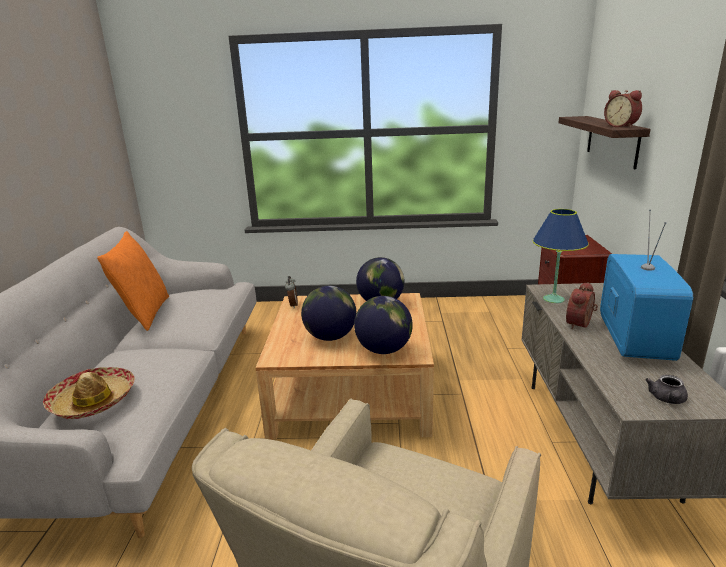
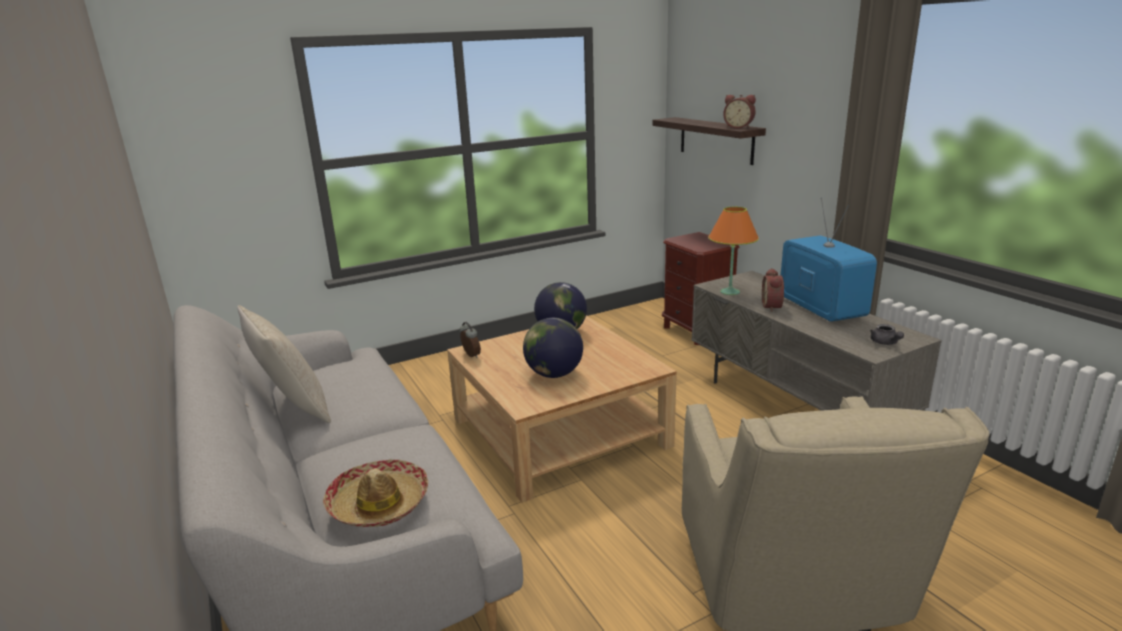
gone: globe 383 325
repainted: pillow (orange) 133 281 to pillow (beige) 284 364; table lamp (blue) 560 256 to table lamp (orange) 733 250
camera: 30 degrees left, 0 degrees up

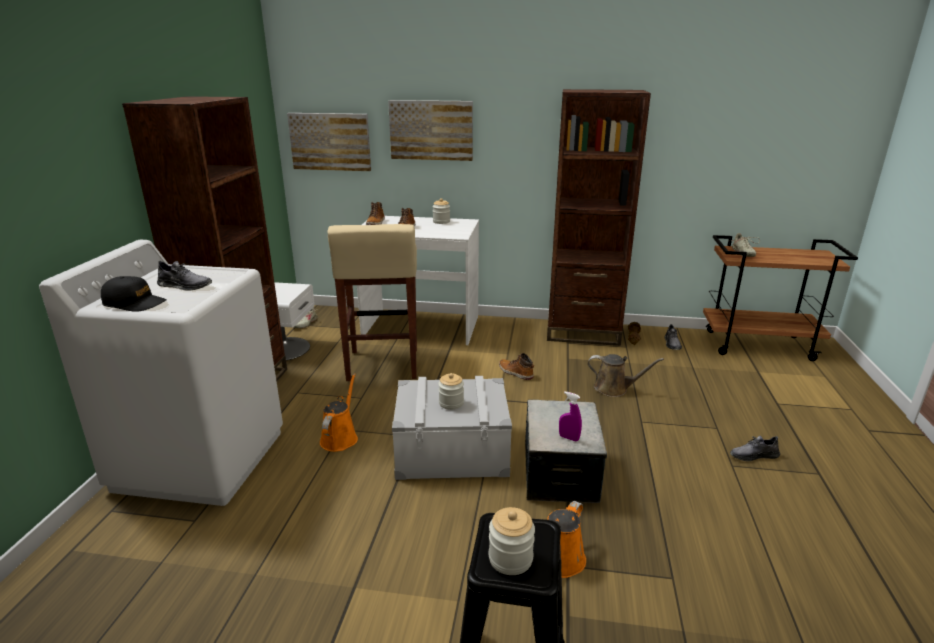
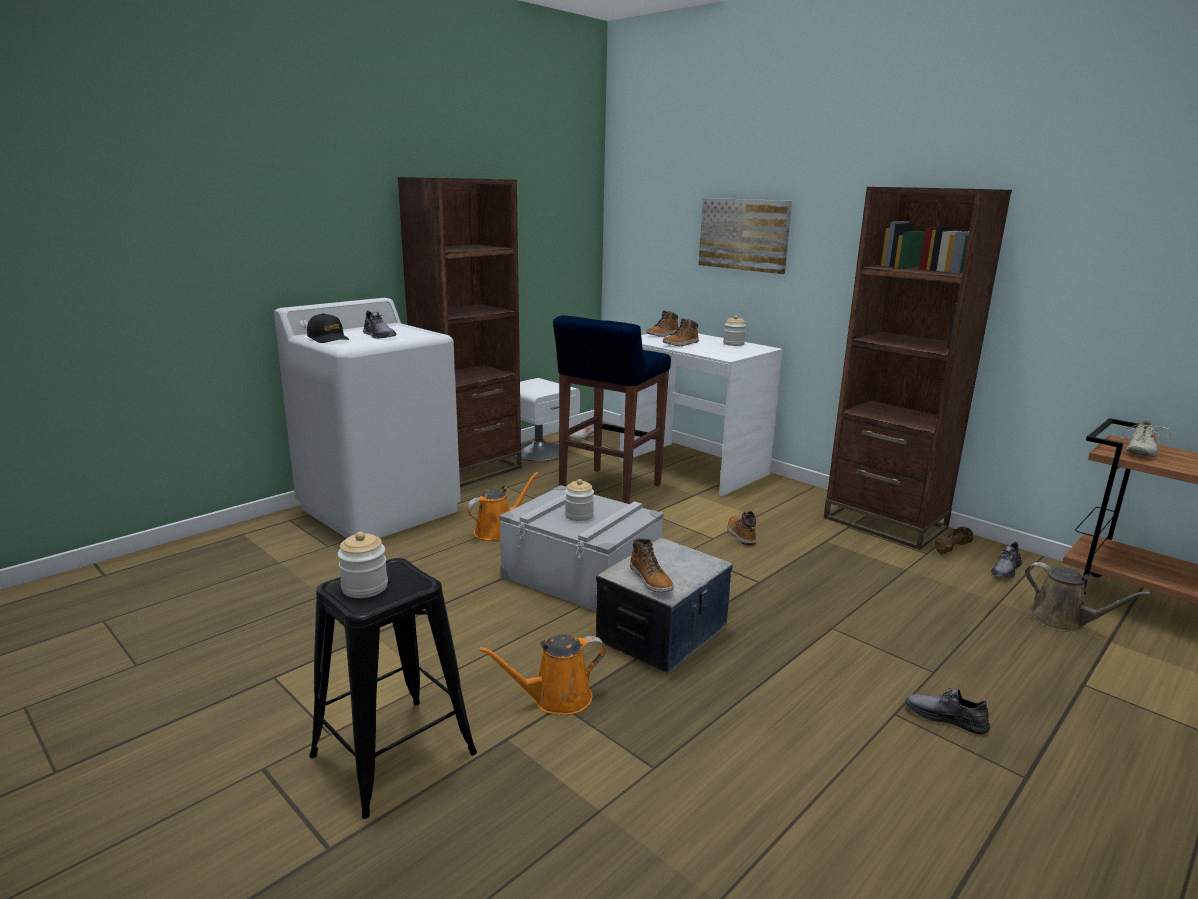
gone: picture 329 142
shifted: watering can (brown) 626 375 to 1088 597
swapped: spray bottle (purple) 570 416 to boot 652 565
repainted: stool (beige) 372 302 to stool (blue) 612 409
camera: 35 degrees right, 5 degrees down

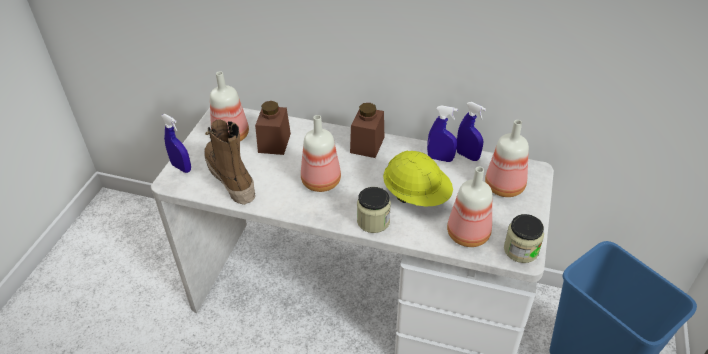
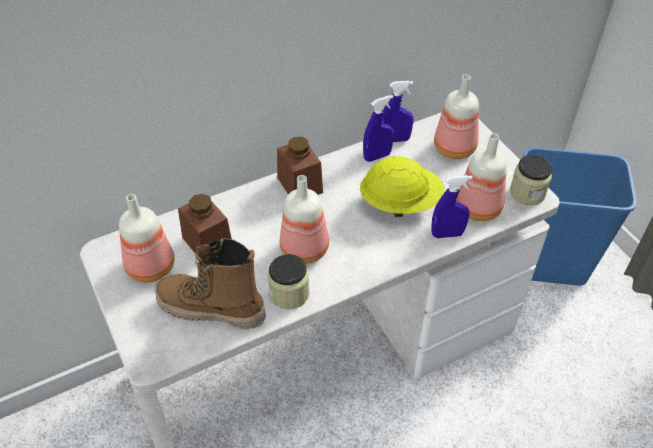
shifted: spray bottle (blue) 176 143 to 452 206; jar 374 210 to 288 282
camera: 45 degrees left, 5 degrees up

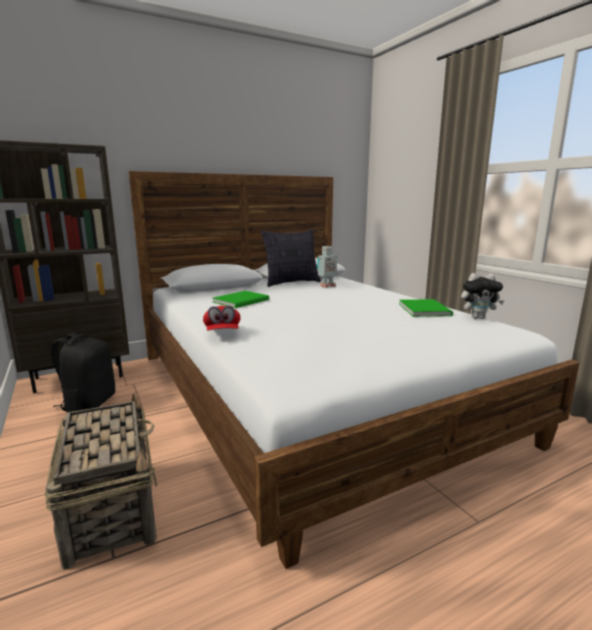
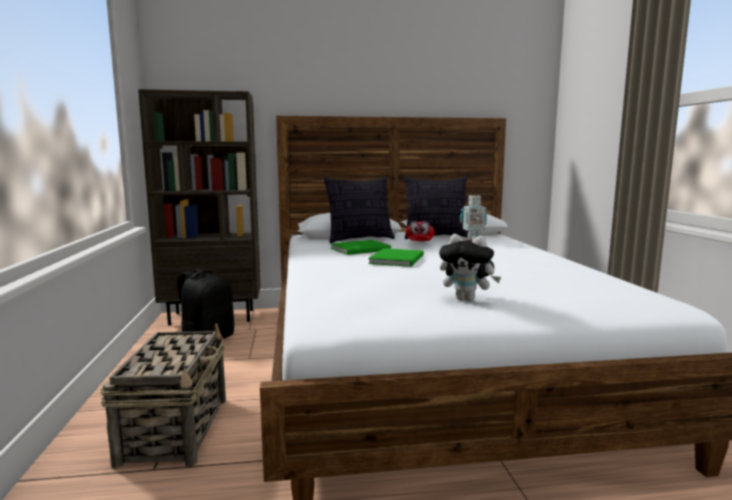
new: pillow 359 210
shifted: cap (red) 221 318 to 420 231; book (green) 426 308 to 396 257; plush toy 482 296 to 470 267
camera: 20 degrees right, 5 degrees down

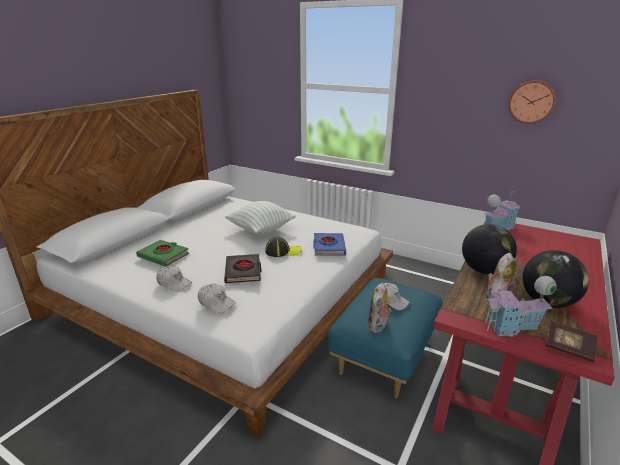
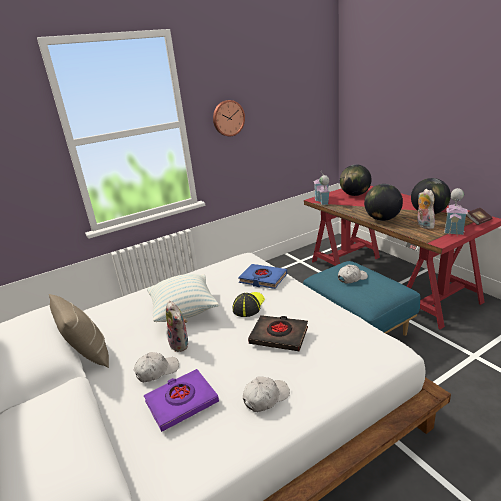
new: pillow (beige) 79 331; globe 356 180
shifted: cap (white) 217 298 to 156 367; plush toy 379 307 to 177 326; wall clock 532 102 to 229 118
repainted: book (green) 162 253 to book (purple) 181 400
camera: 60 degrees left, 0 degrees up

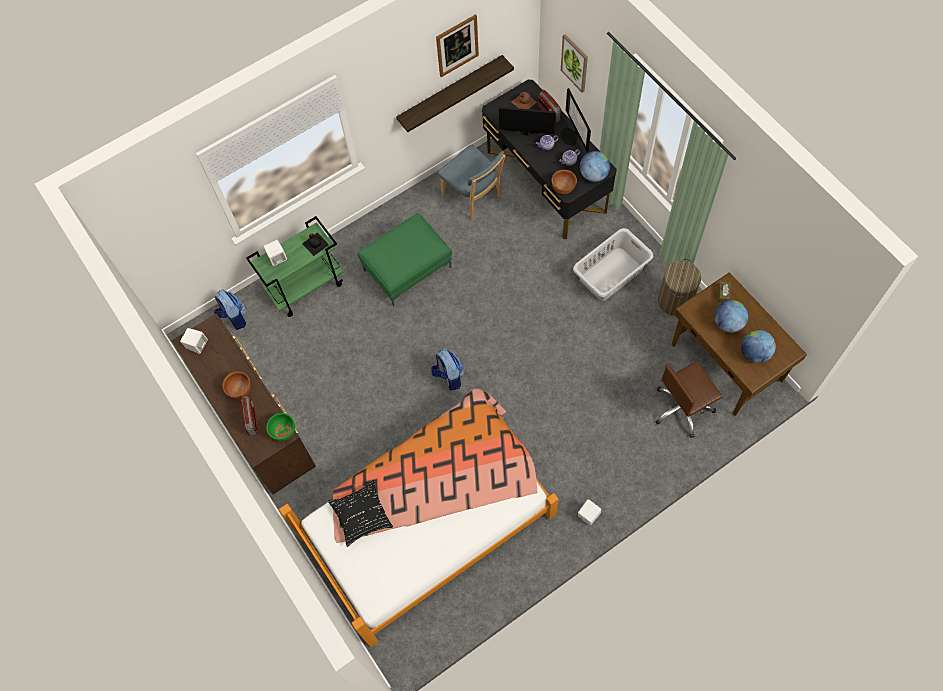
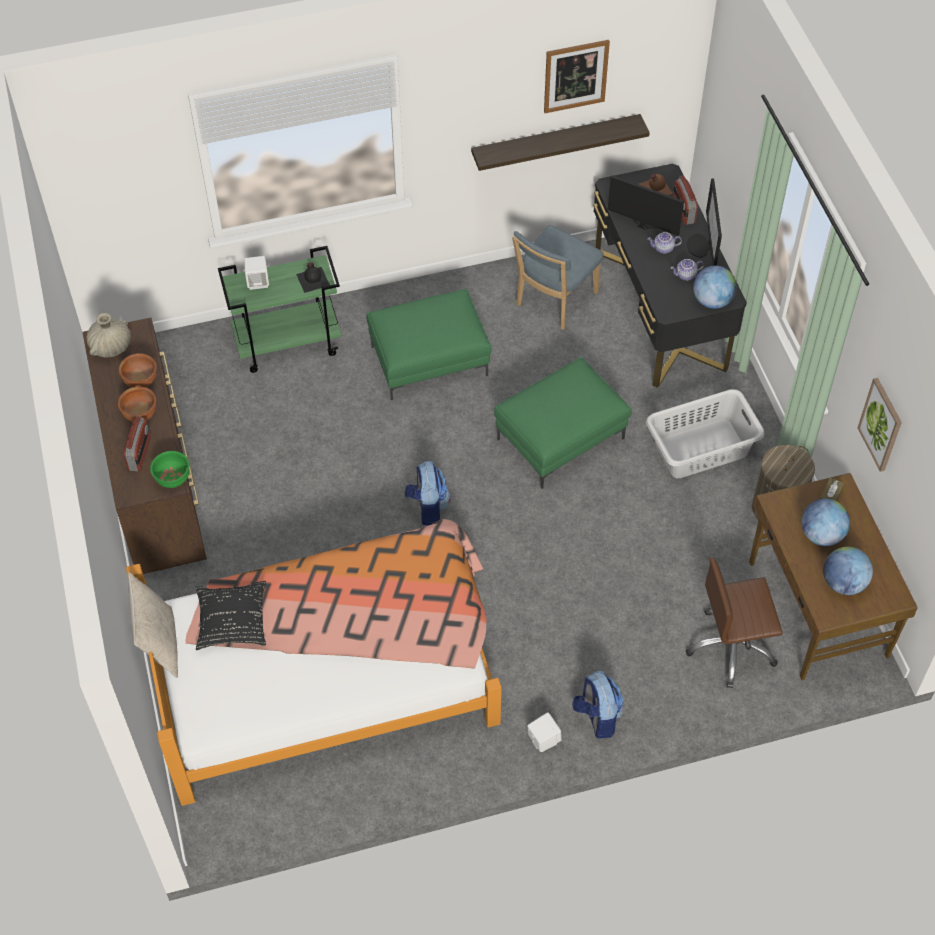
new: pillow (beige) 153 625; ottoman (green) 563 423
shifted: backpack 230 309 to 598 704; bowl (brown) 564 182 to 137 370; picture 574 63 to 880 425
swapped: speaker (white) 194 341 to vase (beige) 108 335
rotated: chair (blue) 472 182 = 558 277 60 degrees clockwise
camera: 15 degrees right, 10 degrees down

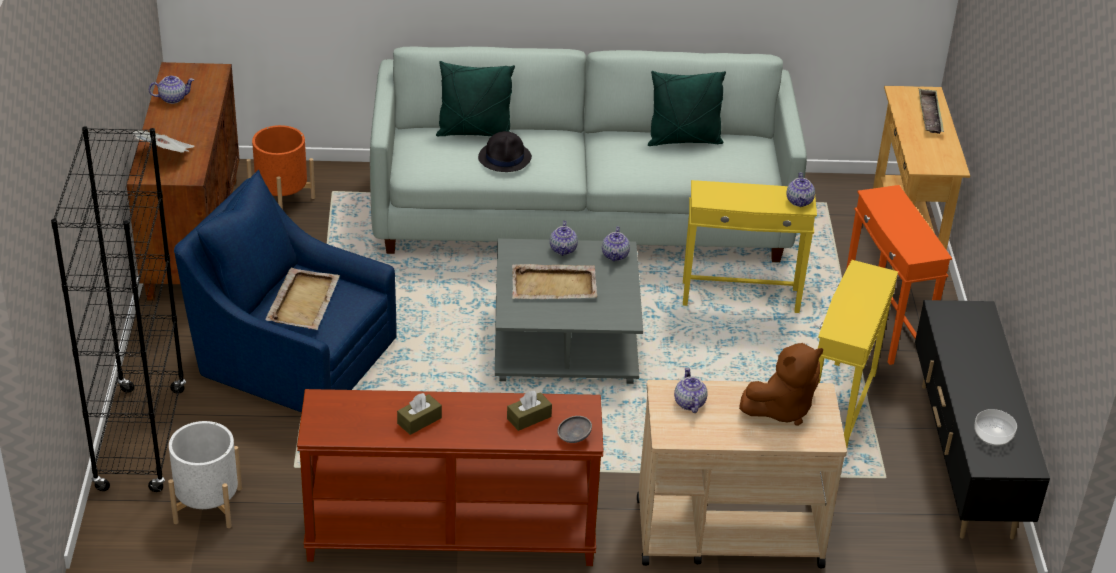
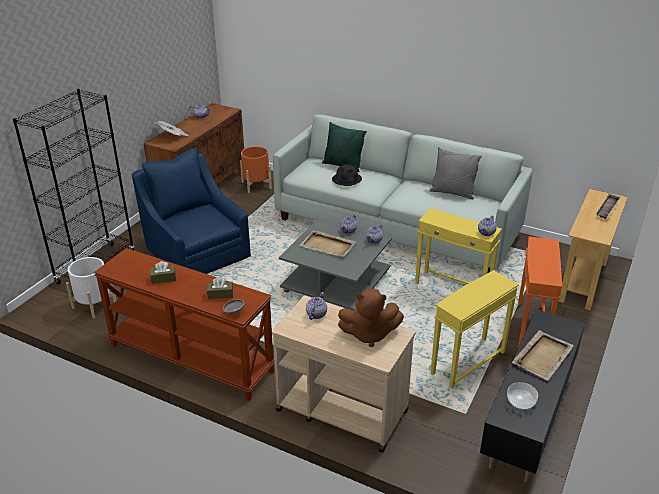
shifted: tray (beige) 302 299 to 543 355
repainted: pillow (green) 687 108 to pillow (grey) 455 173
camera: 30 degrees right, 5 degrees down

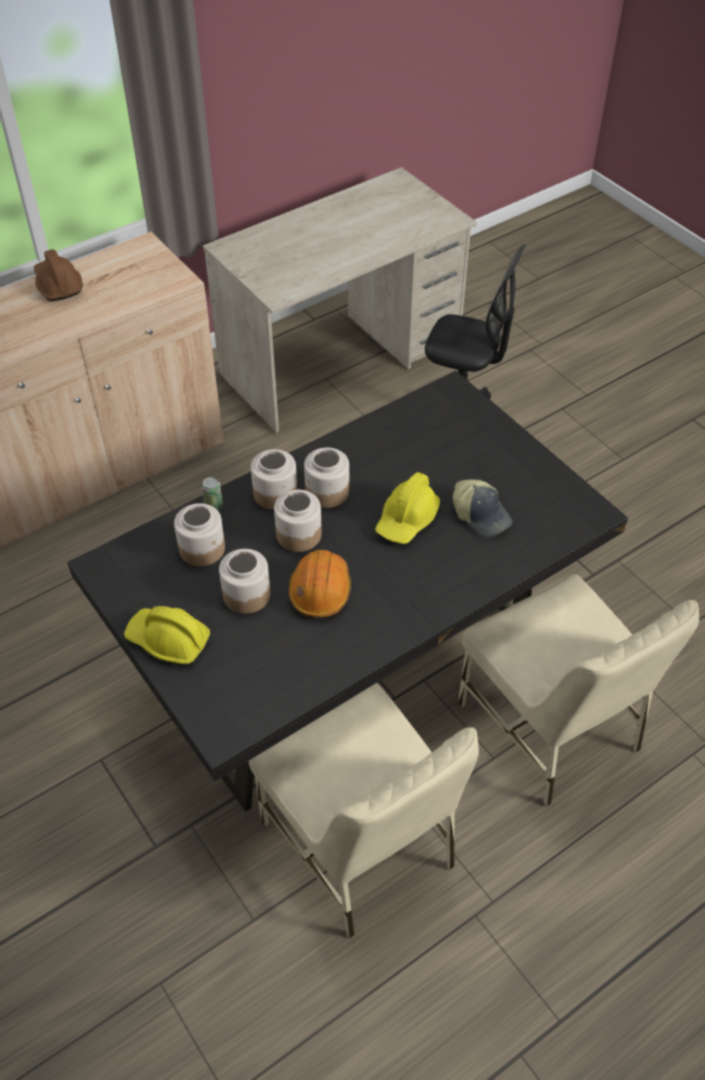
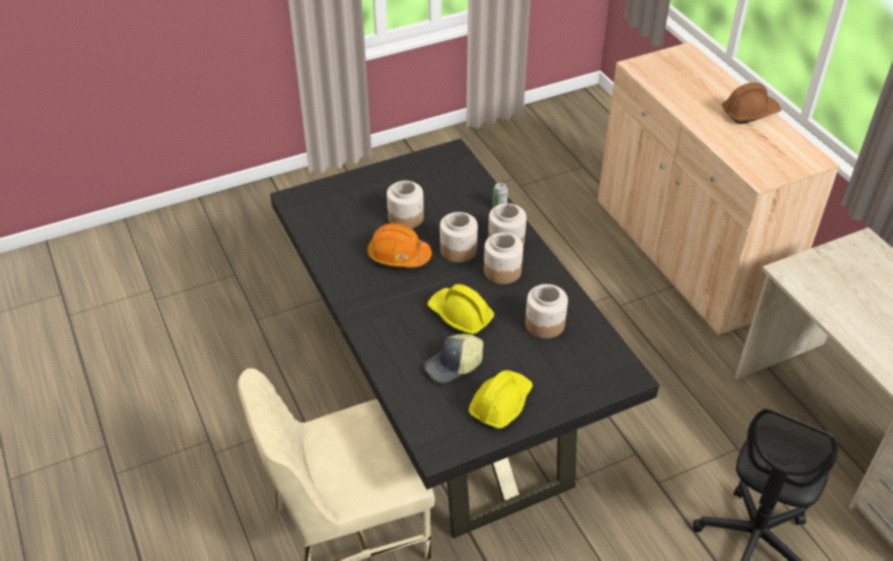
gone: chair (beige) 364 811
shifted: hard hat (yellow) 167 635 to 501 399; jar 199 534 to 546 311
camera: 100 degrees right, 5 degrees down

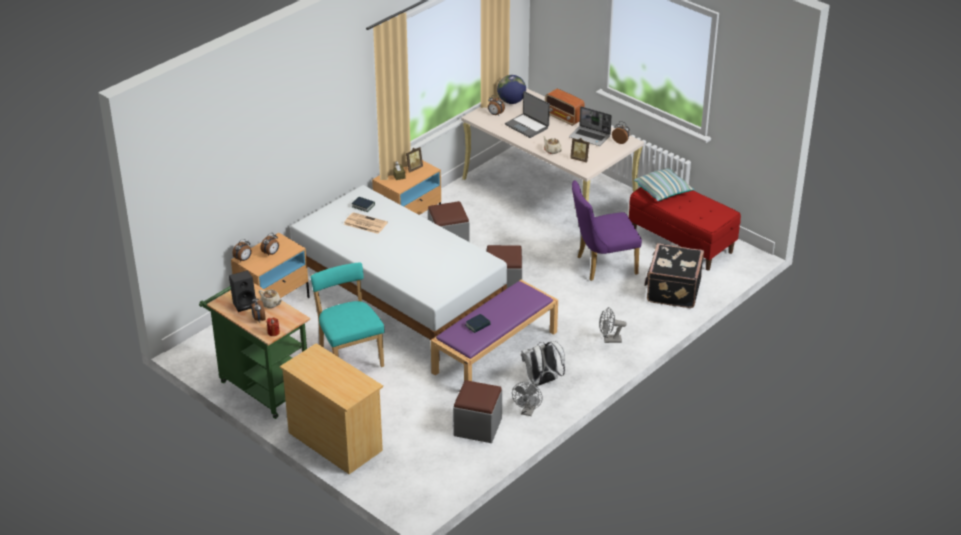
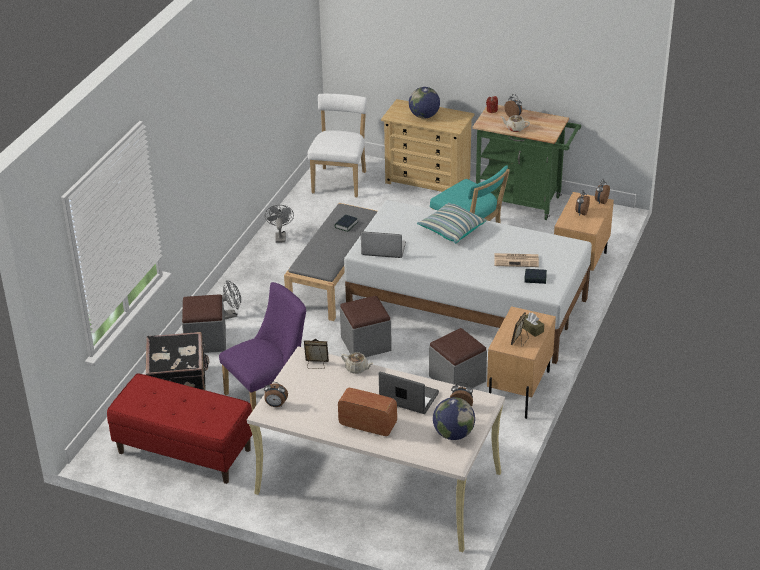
gone: speaker (black) 242 291; backpack (white) 543 363
new: chair (white) 337 145; globe 424 103
shifted: ottoman (grey) 477 411 to 204 323; laptop 590 126 to 383 244; pillow 664 184 to 452 222
repainted: bench (purple) 494 330 to bench (grey) 331 262
camera: 160 degrees right, 0 degrees up

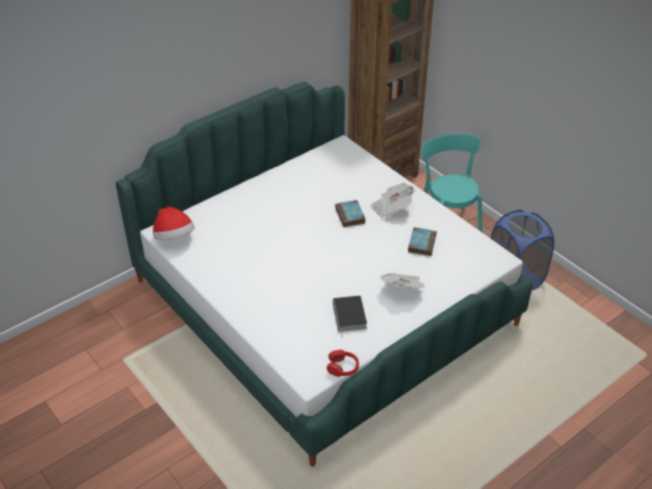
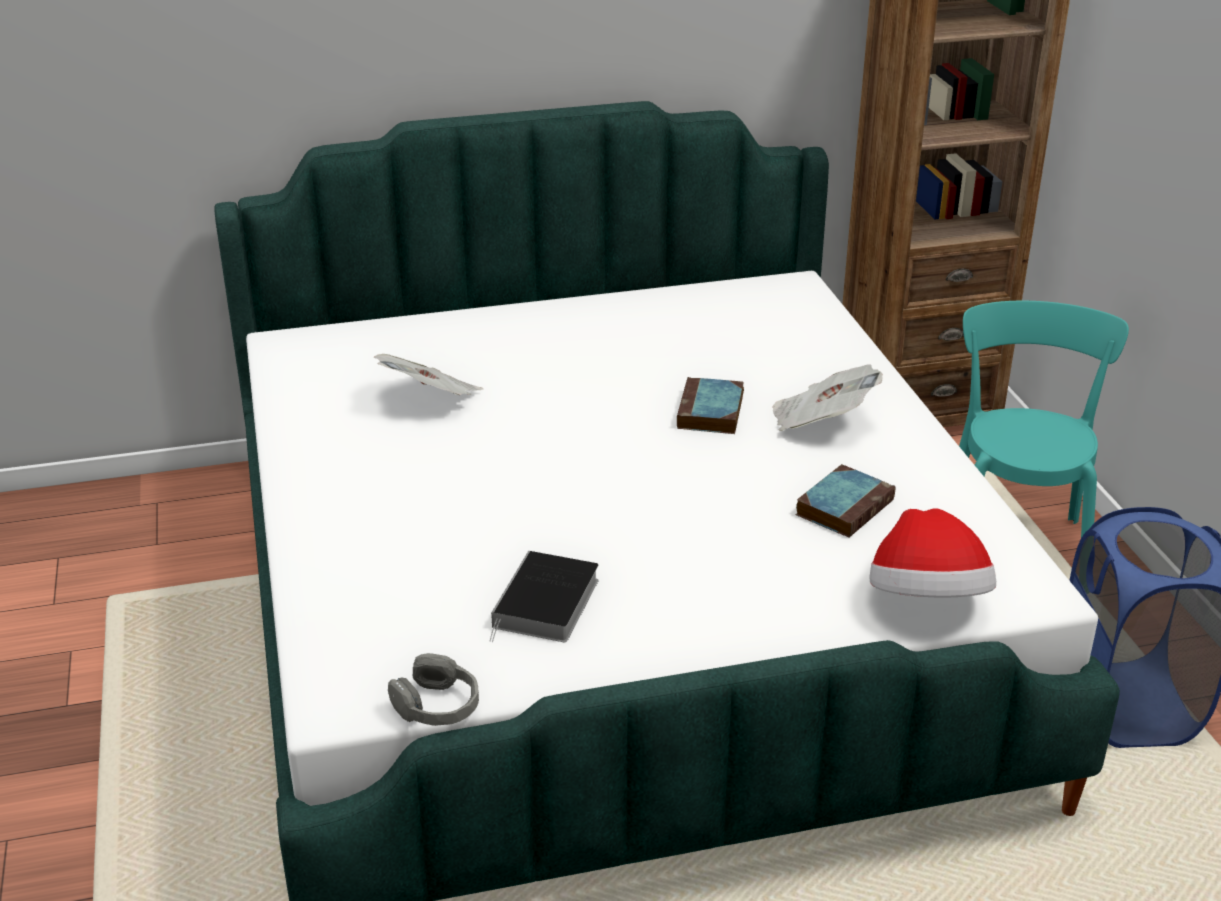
shifted: hat 174 223 to 933 552; newspaper 403 281 to 428 374
repainted: headphones (red) 343 363 to headphones (grey) 433 689
camera: 25 degrees right, 10 degrees down

